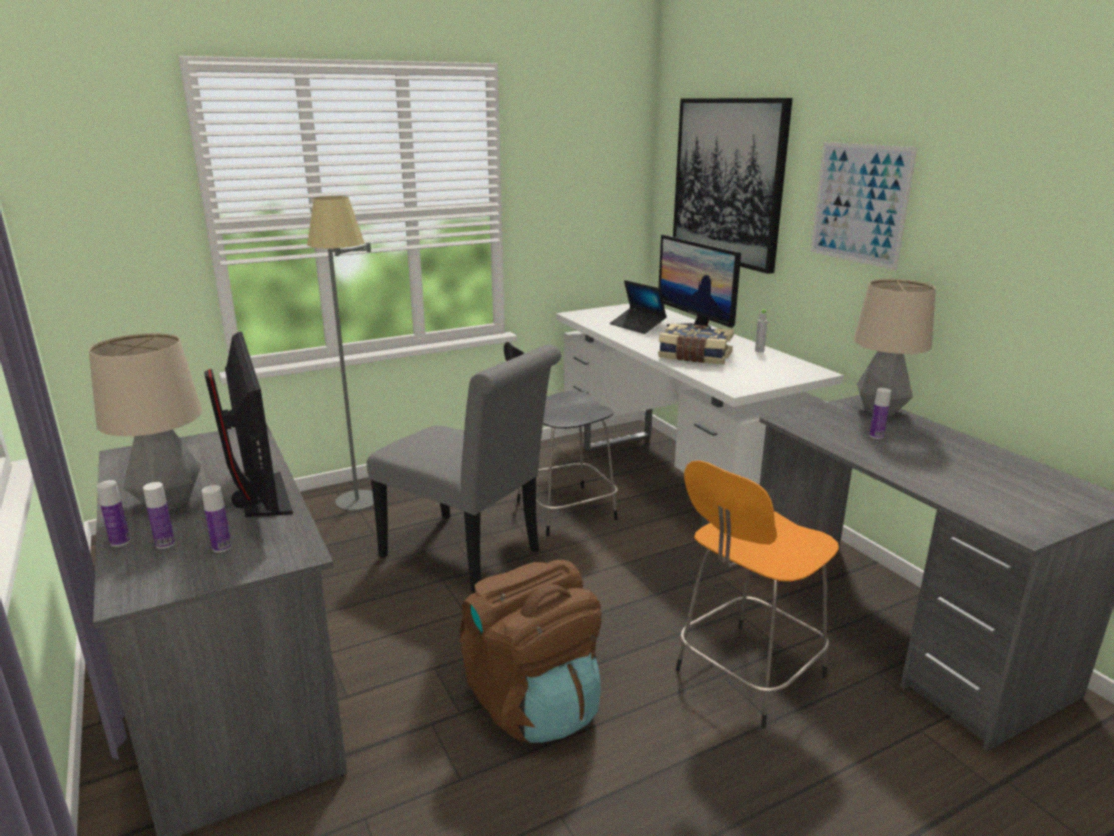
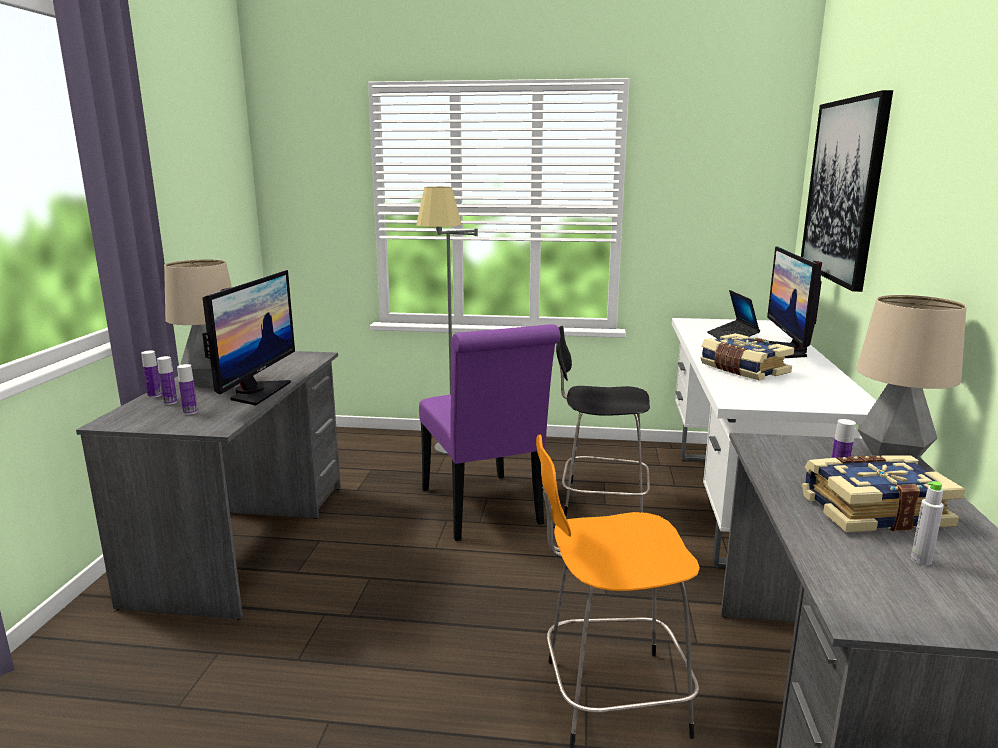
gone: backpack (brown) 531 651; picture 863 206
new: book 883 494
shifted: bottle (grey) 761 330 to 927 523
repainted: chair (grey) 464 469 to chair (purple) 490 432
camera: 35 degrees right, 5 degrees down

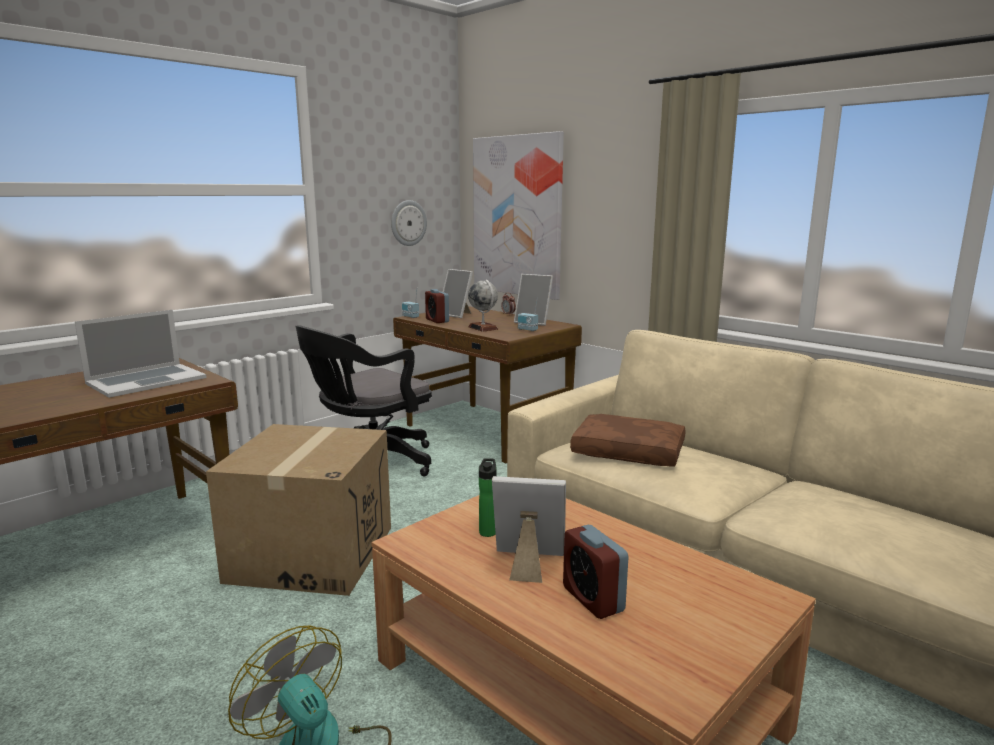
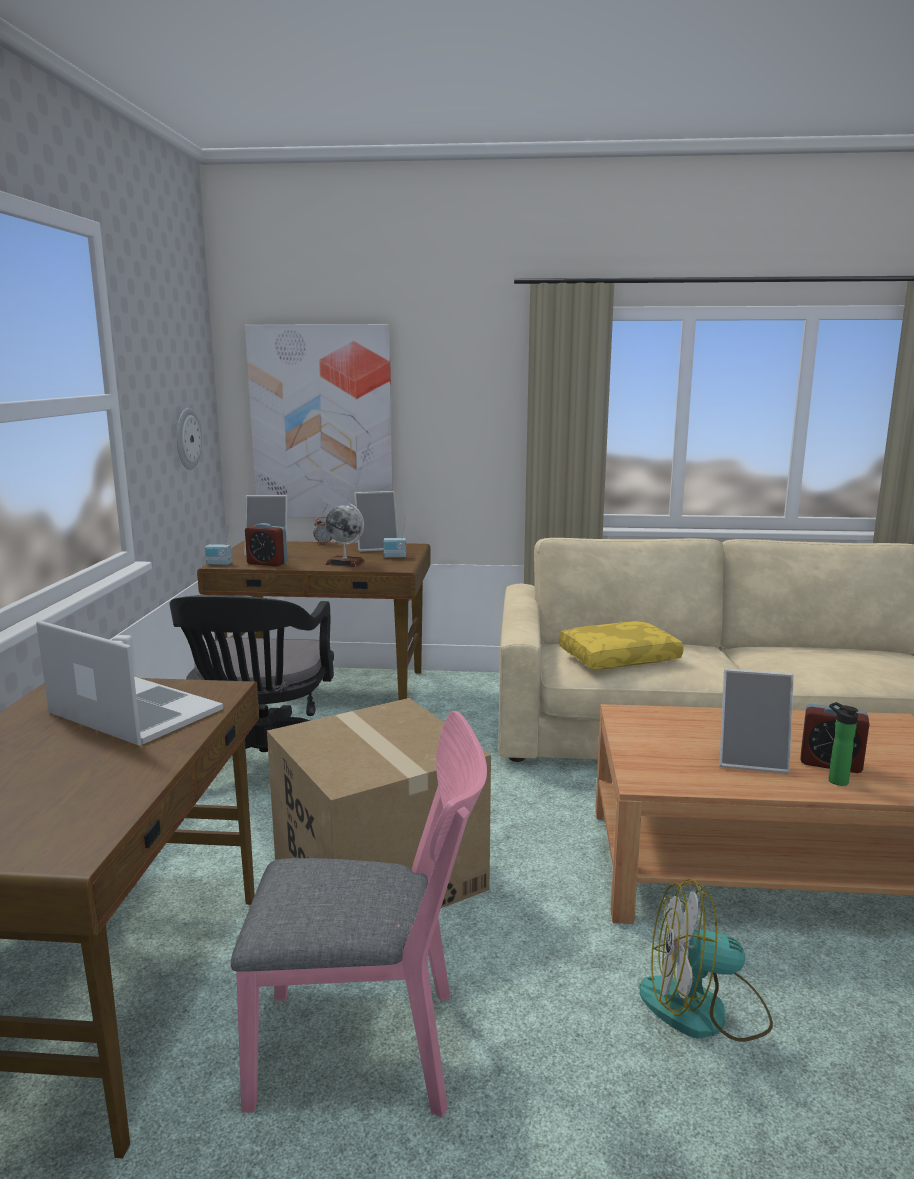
new: chair (pink) 359 914
shifted: bottle 488 497 to 843 744
repainted: pillow (brown) 628 440 to pillow (yellow) 621 645
rotated: laptop 141 354 = 129 683 60 degrees counterclockwise; picture frame 529 529 = 756 721 135 degrees counterclockwise
camera: 40 degrees left, 0 degrees up

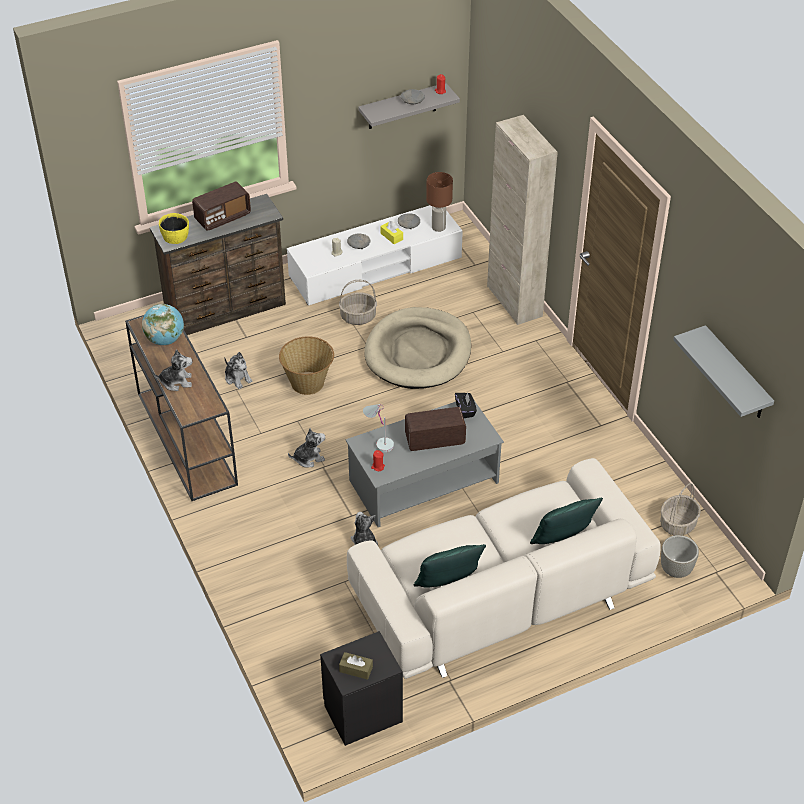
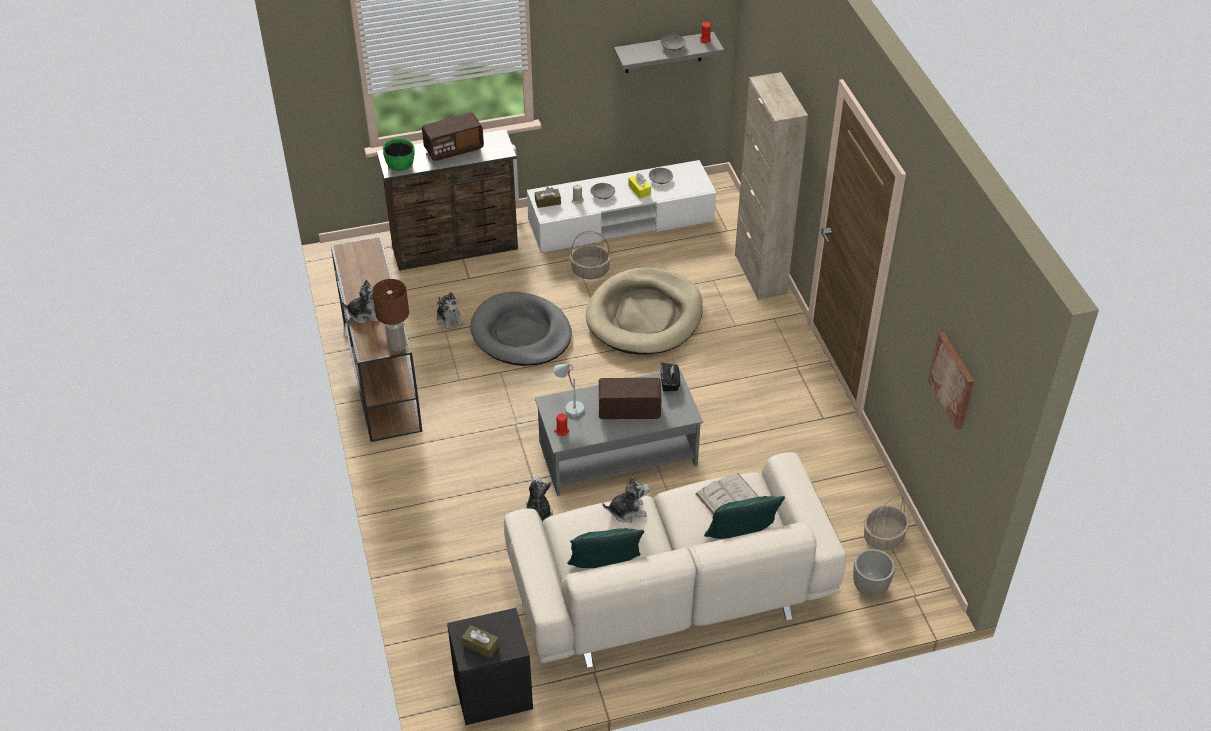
gone: globe 163 324
new: tissue box (brown) 548 197; book (white) 727 494
shifted: plush toy 306 447 to 626 500; table lamp (brown) 439 202 to 390 315
swapped: basket 306 365 to dog bed (grey) 521 329; shelf (grey) 723 371 to picture 951 381
repainted: bowl (yellow) 174 228 to bowl (green) 399 154
camera: 10 degrees right, 0 degrees up

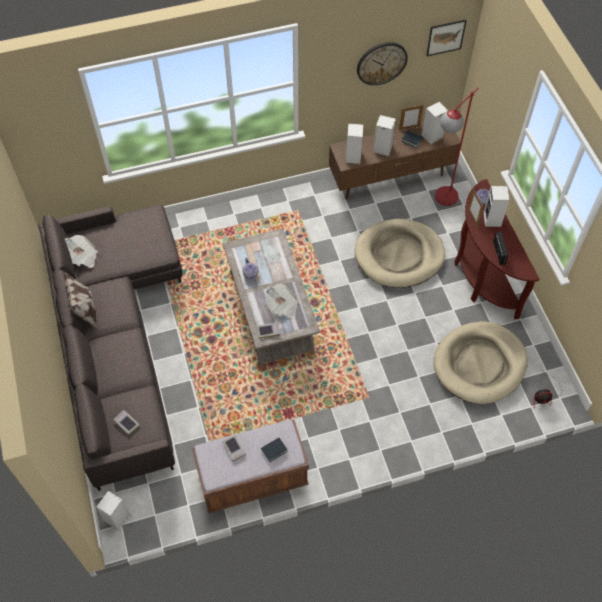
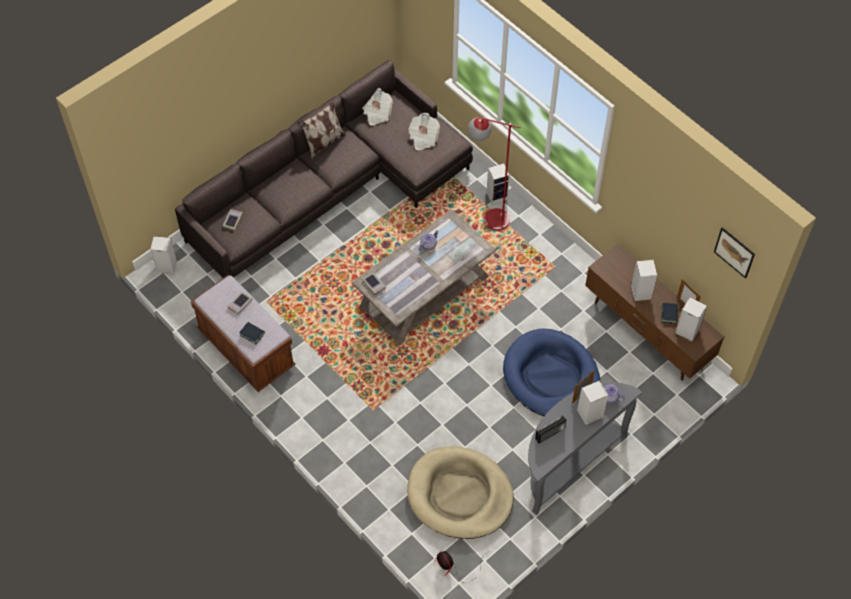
gone: wall clock 382 63
shifted: newspaper 282 301 to 424 131; speaker 354 144 to 498 183; floor lamp (red) 457 147 to 493 173
repainted: dog bed (beige) 400 253 to dog bed (blue) 551 372; console table (brown) 497 249 to console table (grey) 585 448
camera: 65 degrees right, 0 degrees up

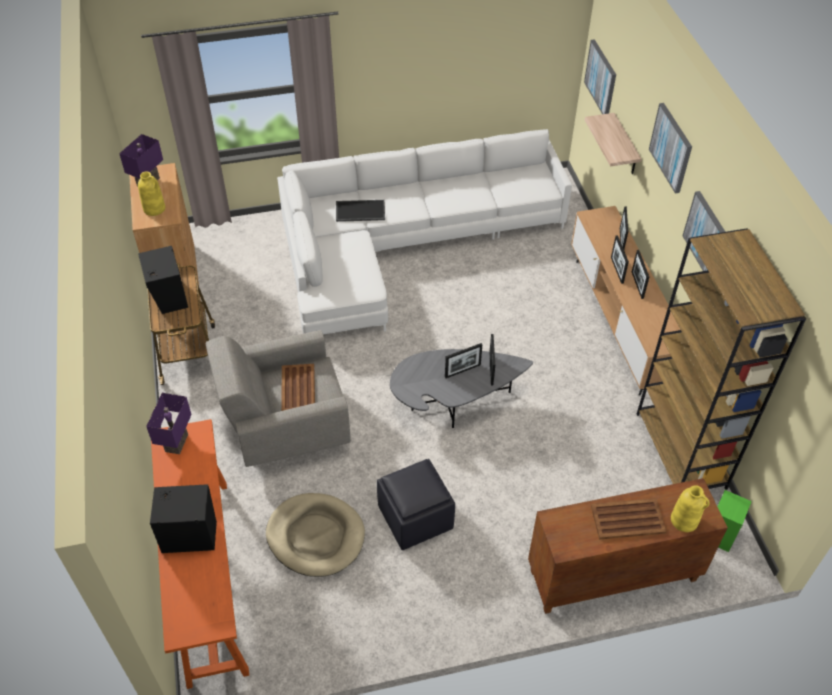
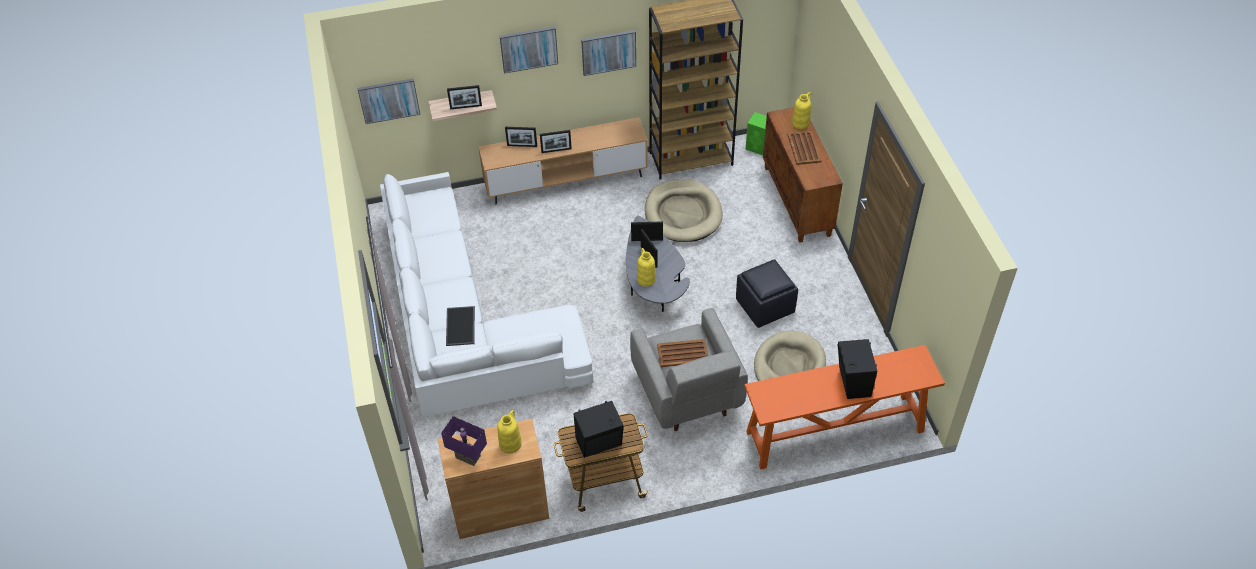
gone: table lamp (purple) 169 423
new: vase (yellow) 646 267; dog bed (beige) 684 210
shifted: picture frame 640 274 to 464 97
camera: 90 degrees left, 0 degrees up

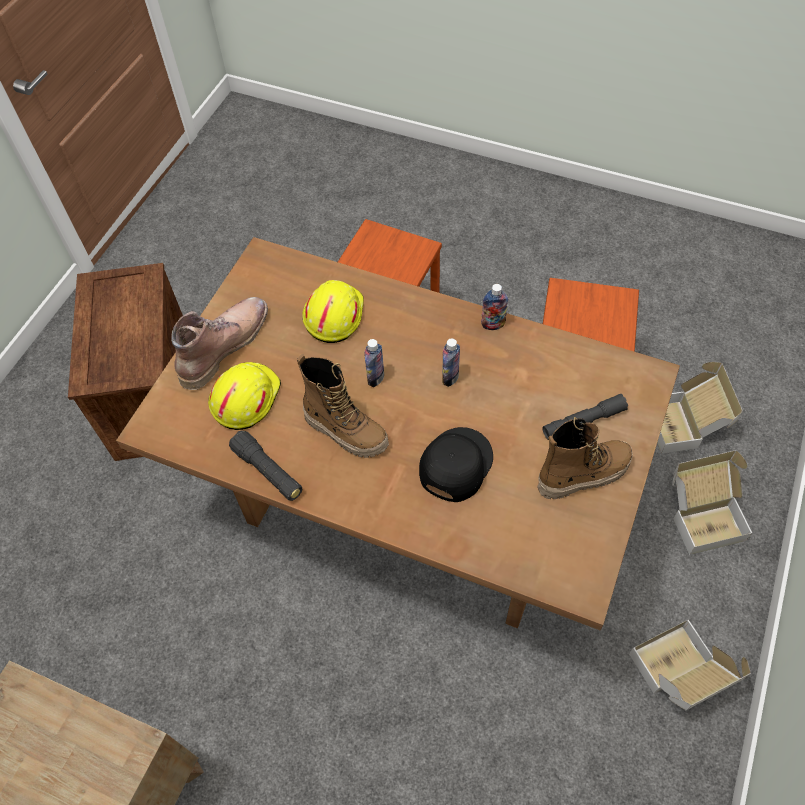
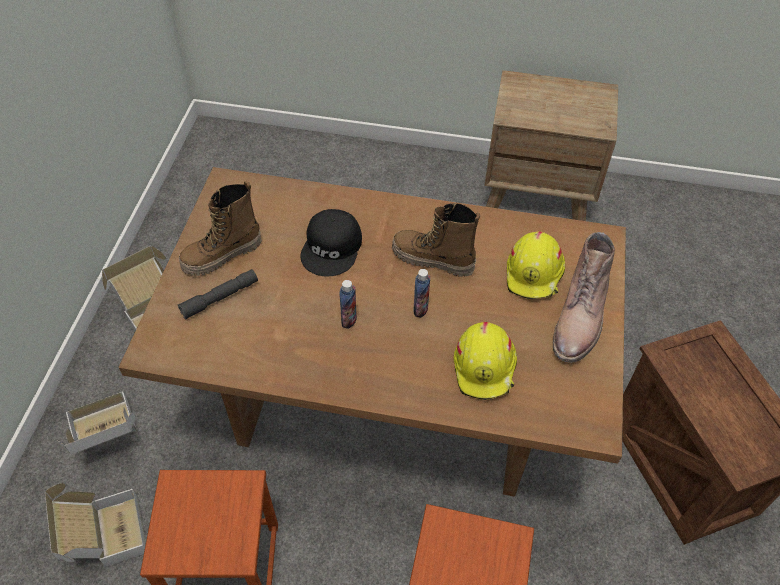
gone: flashlight (black) 265 466; bottle 494 307
camera: 165 degrees right, 5 degrees down

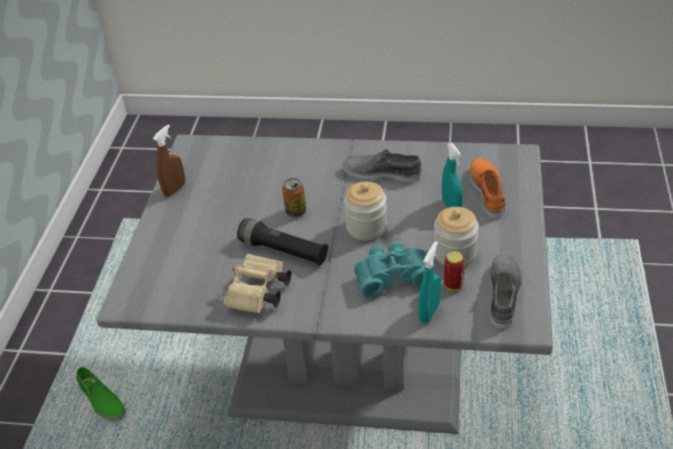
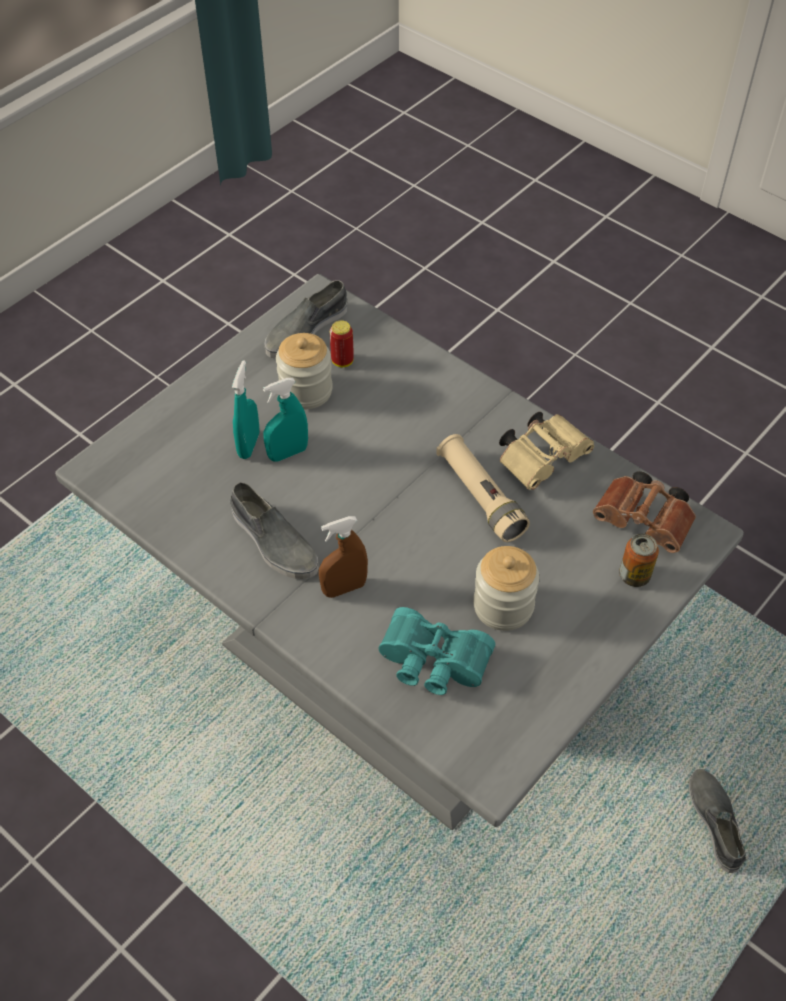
gone: shoe (orange) 487 188
new: binoculars (brown) 644 512
shifted: spray bottle (brown) 169 160 to 343 557; can 294 197 to 639 560; jar 365 211 to 506 588; binoculars (turquoise) 390 270 to 436 651; spray bottle (turquoise) 430 282 to 285 420
repainted: shoe (green) 101 394 to shoe (grey) 717 821; flashlight (black) 282 241 to flashlight (beige) 483 488
camera: 150 degrees left, 10 degrees up

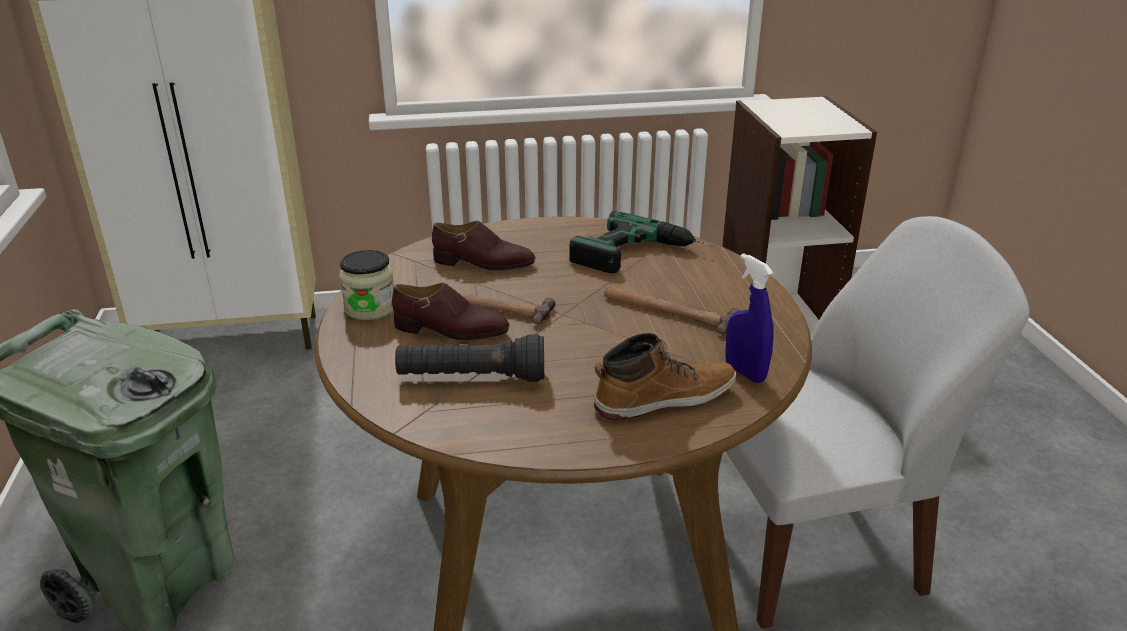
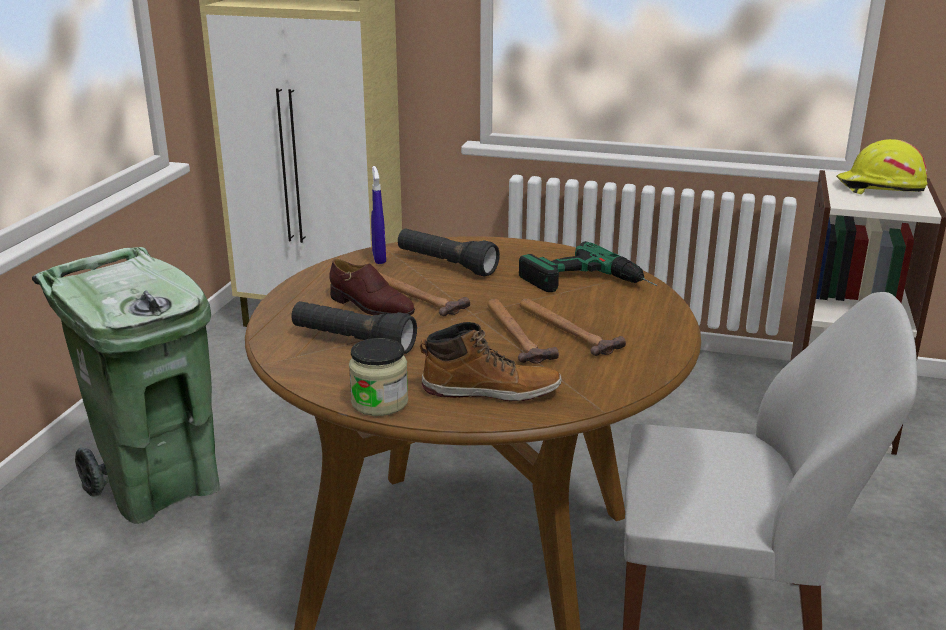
new: hammer 523 331; hard hat (yellow) 881 166
shifted: jar 366 285 to 378 377; spray bottle (blue) 749 318 to 378 215
swapped: shoe (brown) 483 246 to flashlight (black) 449 252
camera: 25 degrees right, 5 degrees down

